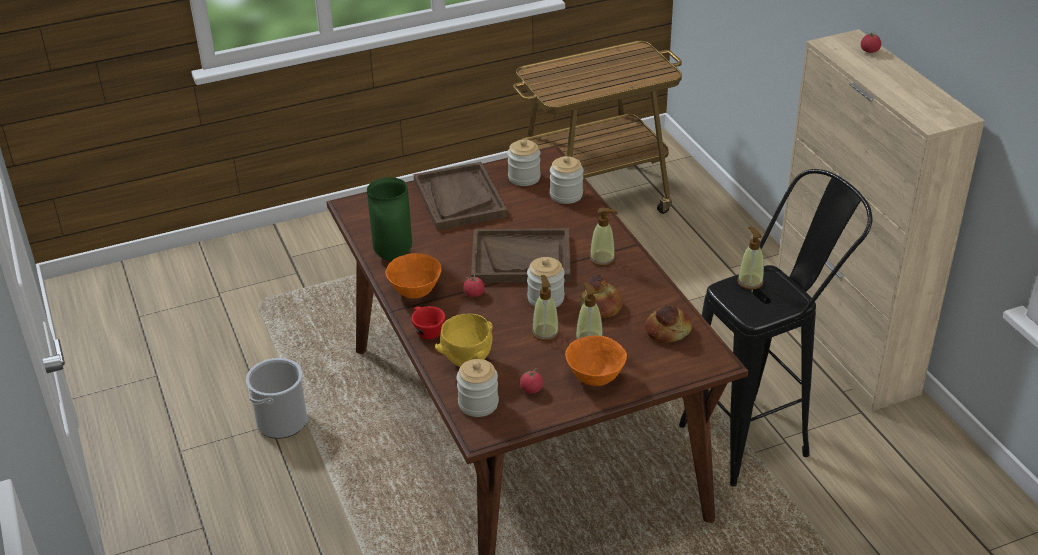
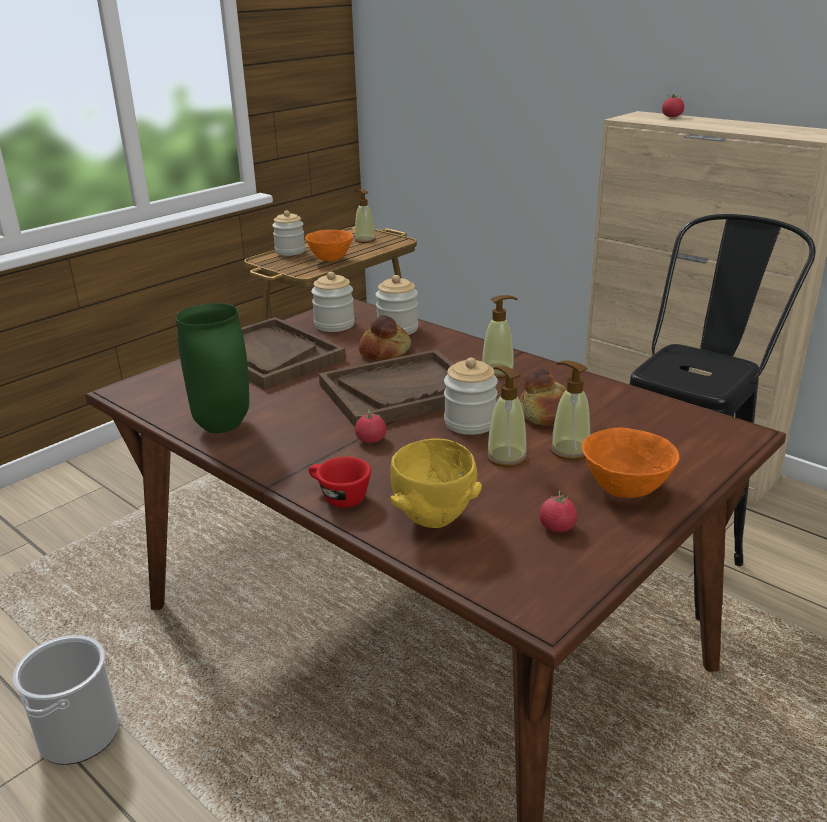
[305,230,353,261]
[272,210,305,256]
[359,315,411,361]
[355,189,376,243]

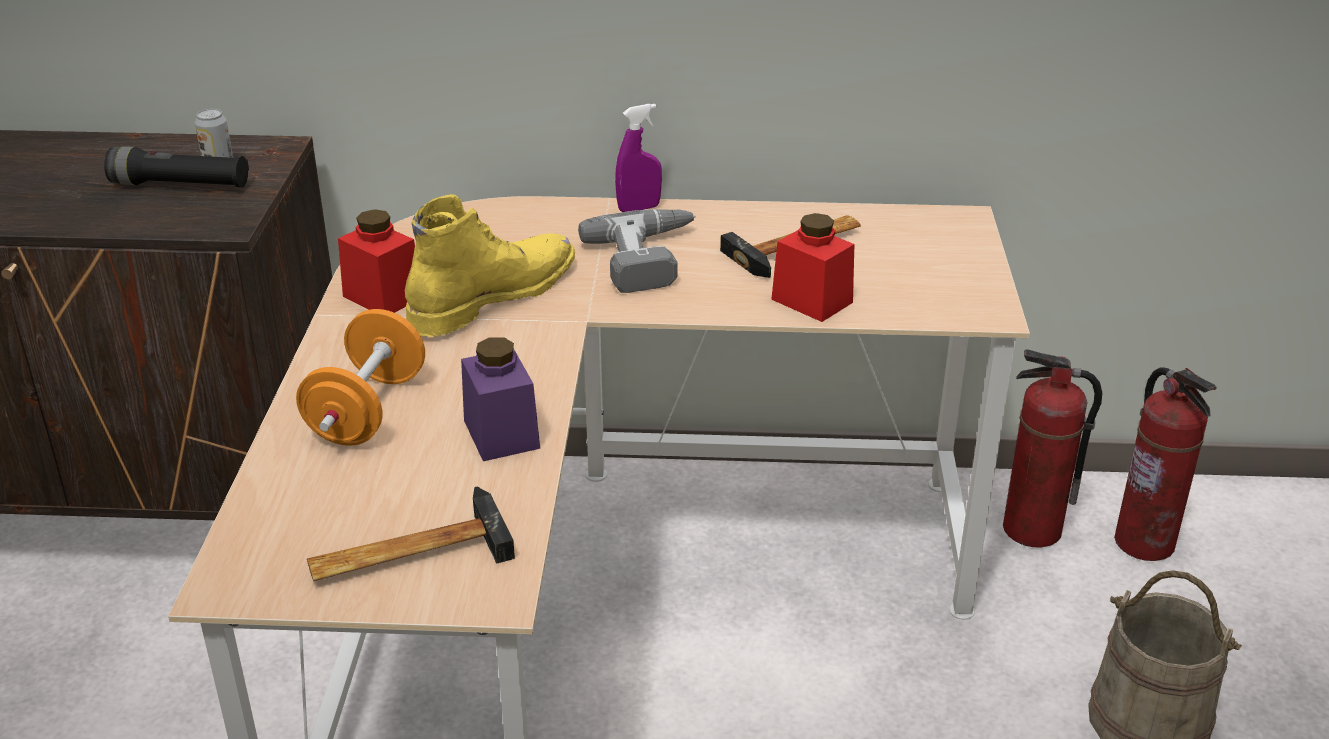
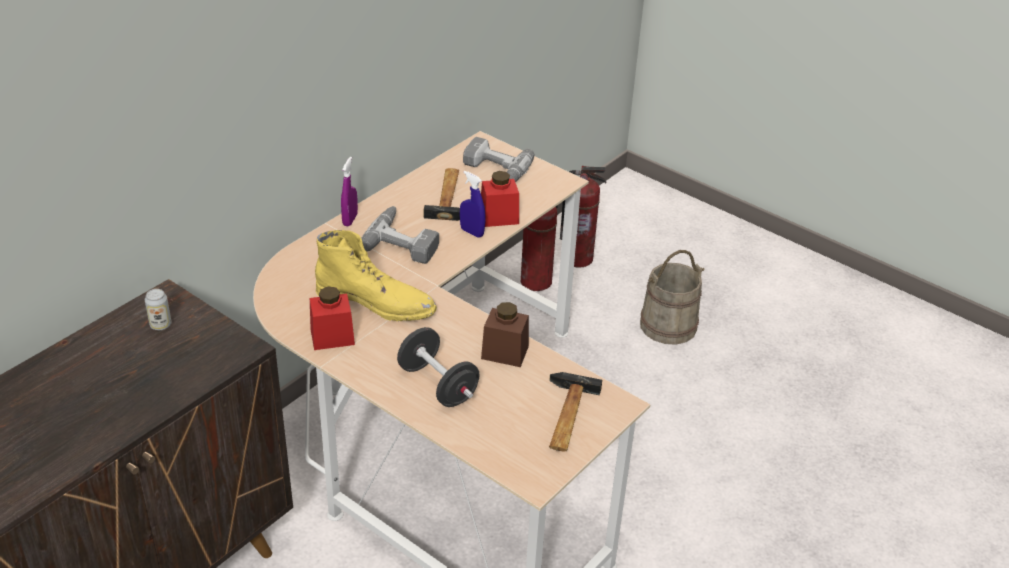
[104,146,249,188] (first image)
[460,171,486,238]
[463,137,534,182]
[397,327,480,407]
[481,302,529,367]
[315,230,437,322]

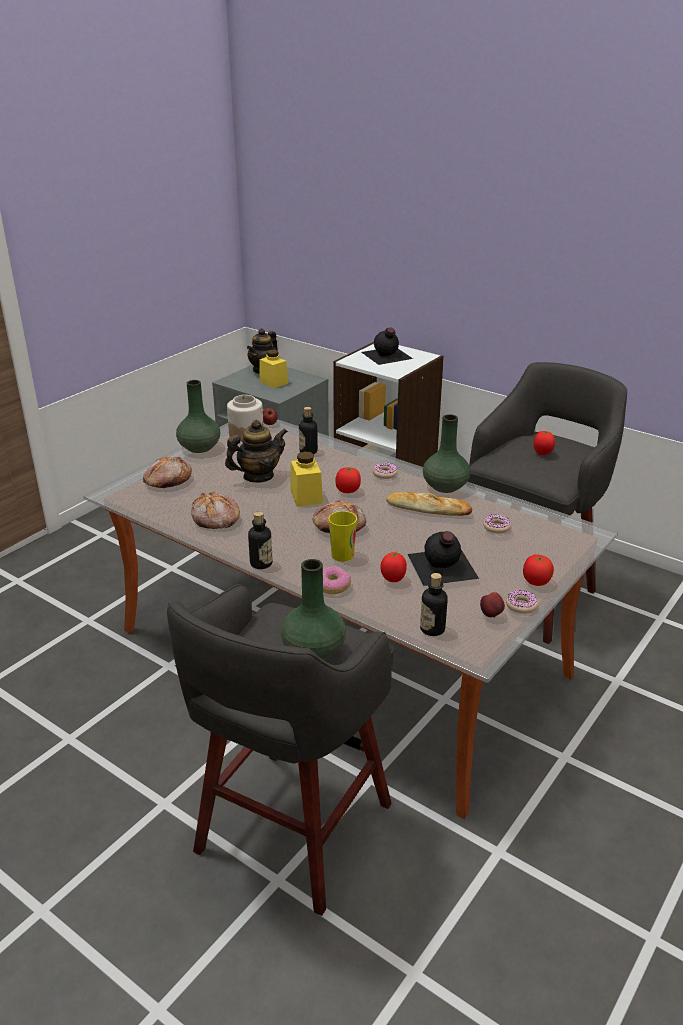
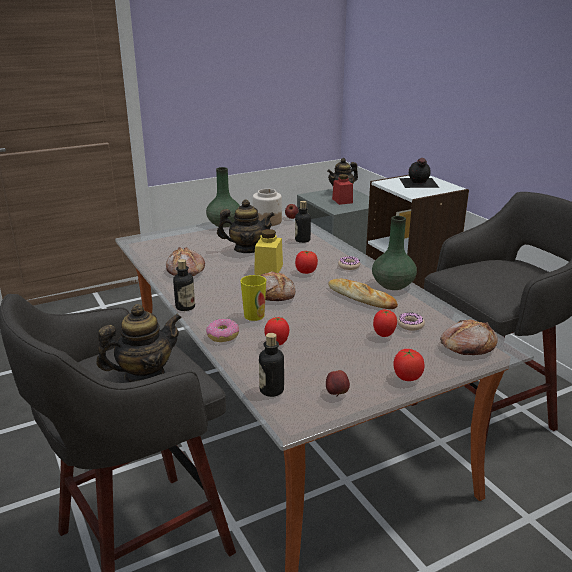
[407,531,479,586] (first image)
[506,590,538,614] (first image)
[440,319,498,355]
[373,310,397,337]
[96,304,182,382]
[332,174,353,205]

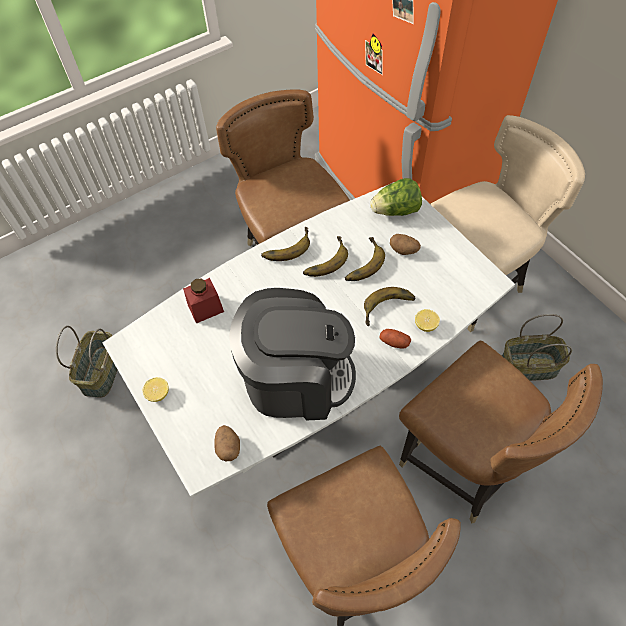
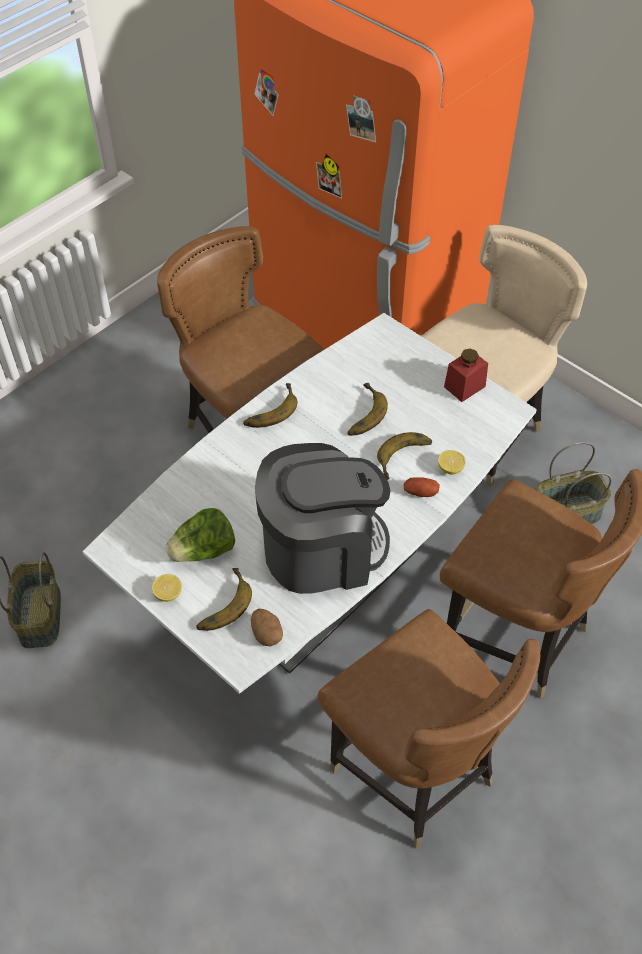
[390,234,421,255] (first image)
[444,349,488,402]
[196,568,252,631]
[166,508,235,562]

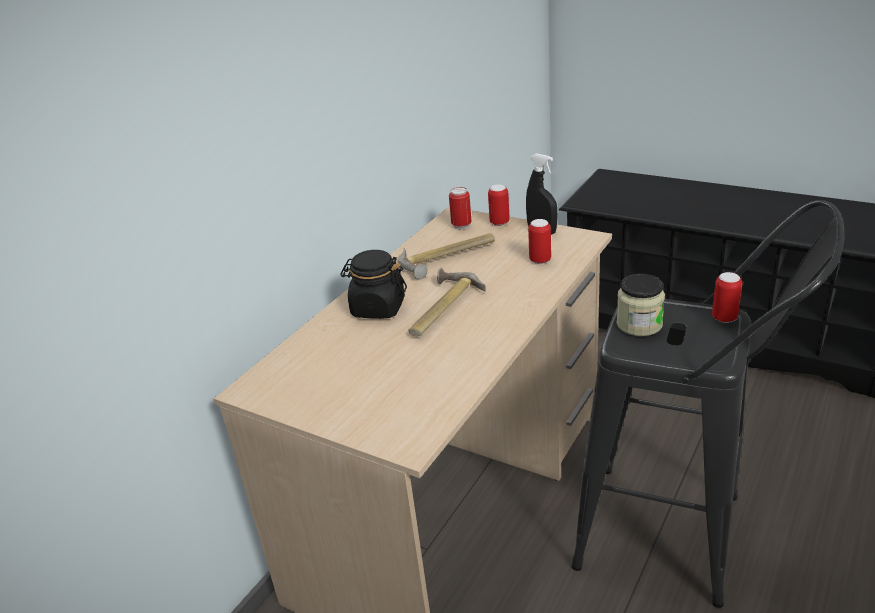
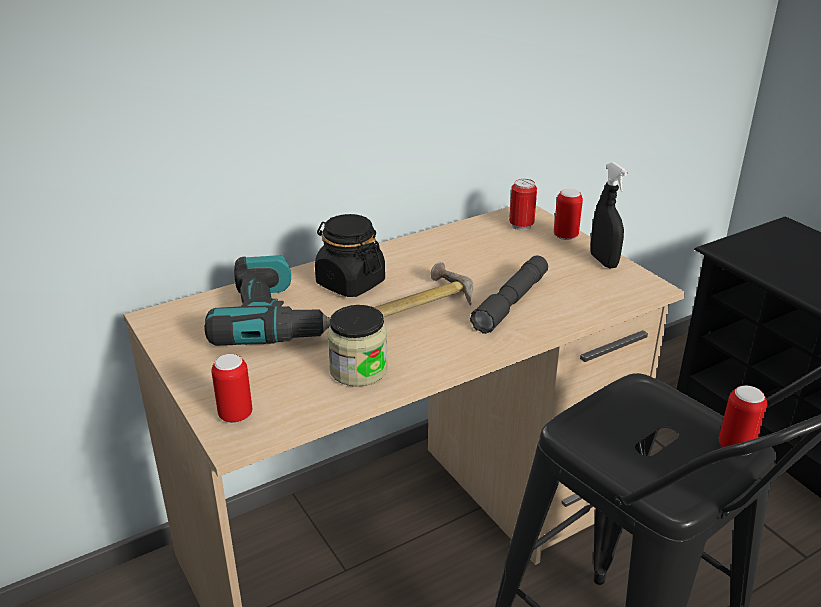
[398,233,495,280] (first image)
[204,255,330,346]
[470,256,548,334]
[211,354,252,423]
[327,305,388,387]

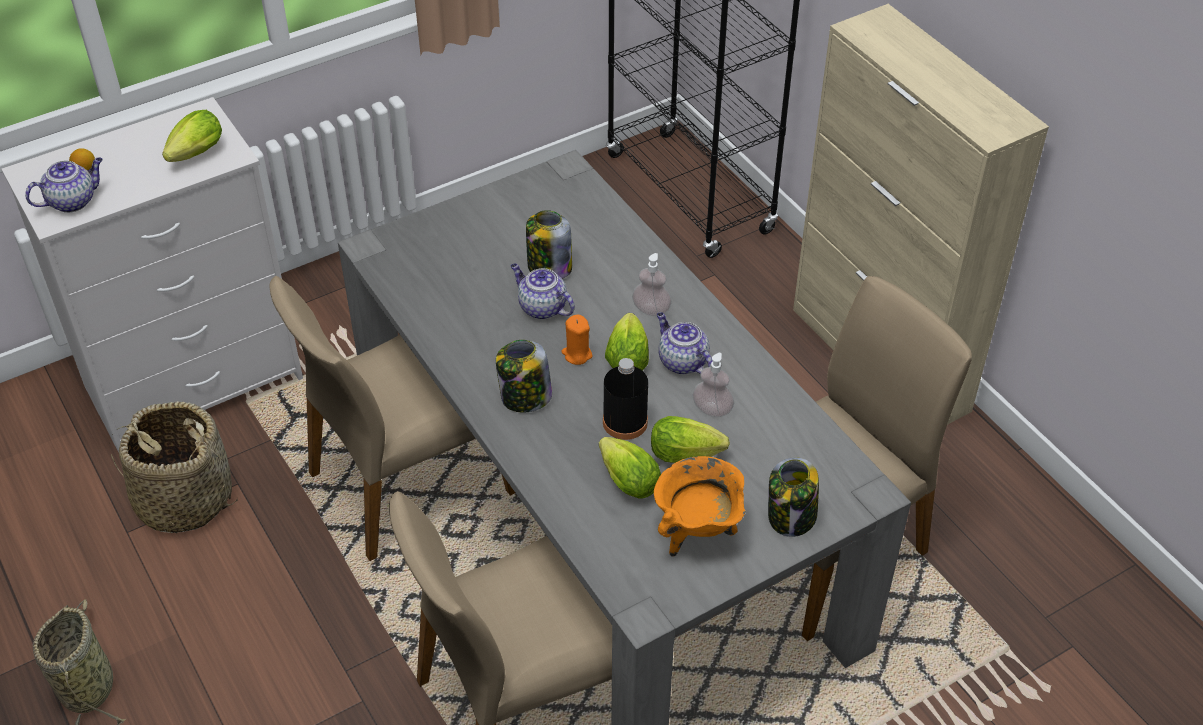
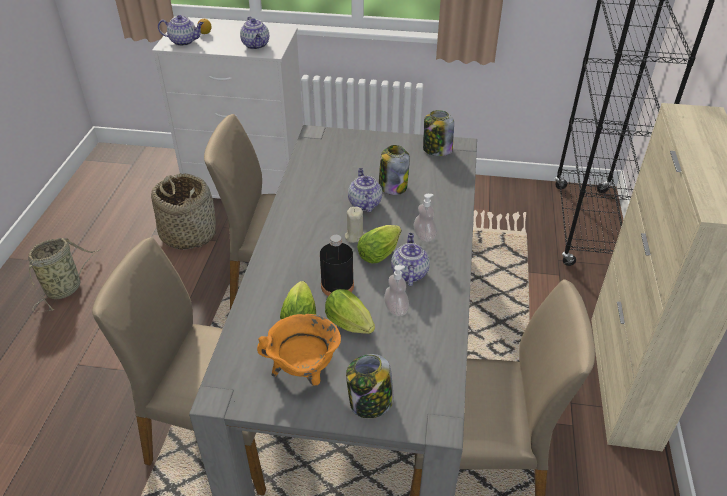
[423,110,454,156]
[240,16,269,50]
[345,207,365,243]

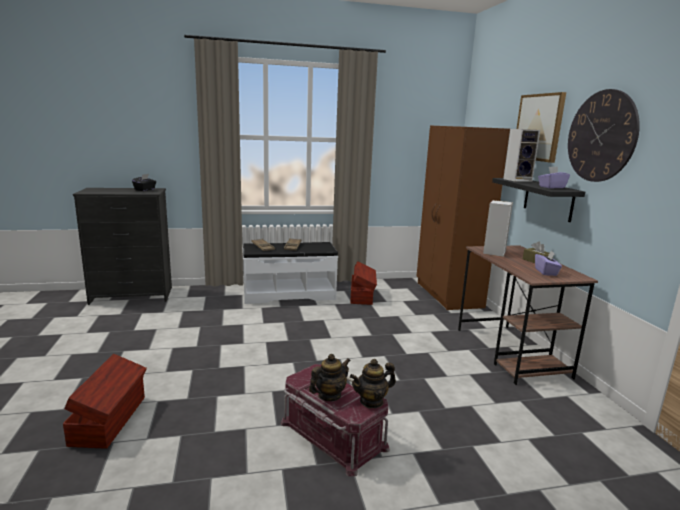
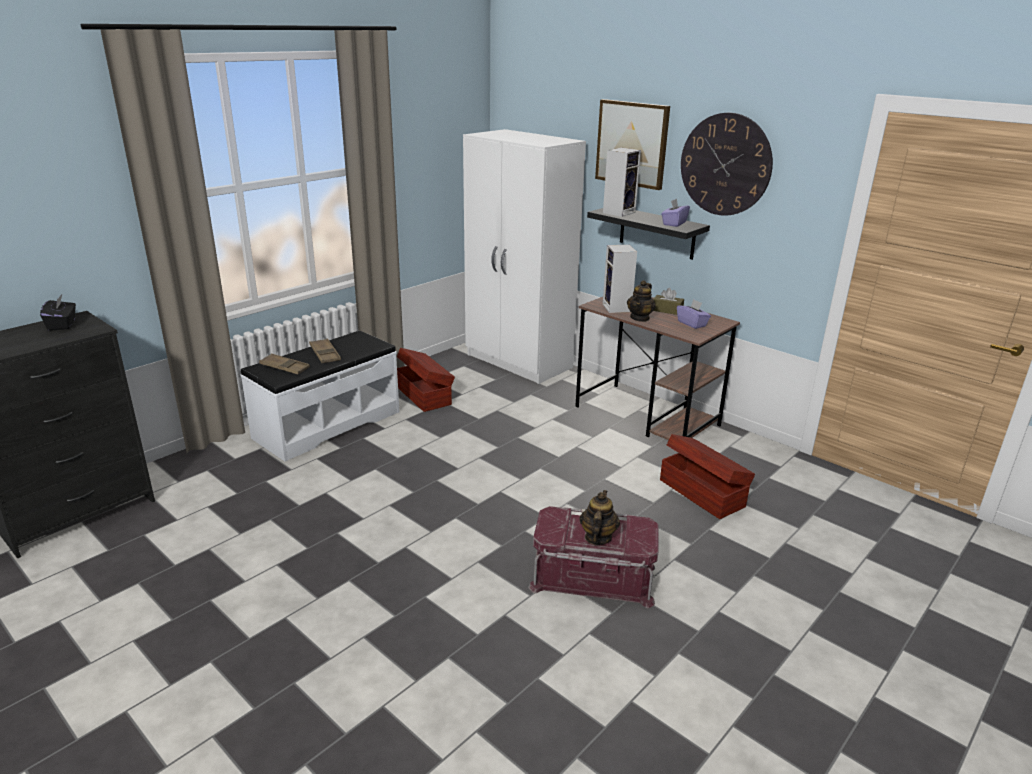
[660,434,755,519]
[627,280,656,322]
[463,129,586,384]

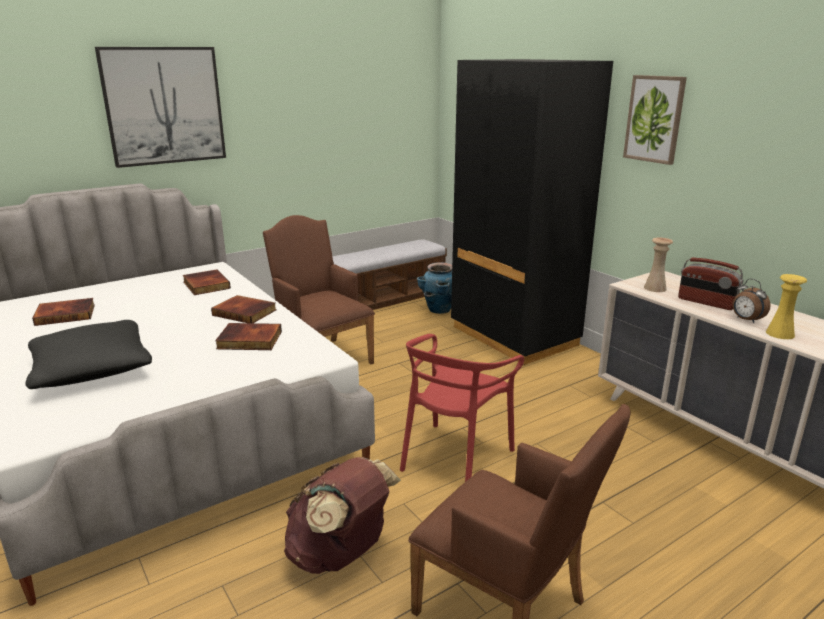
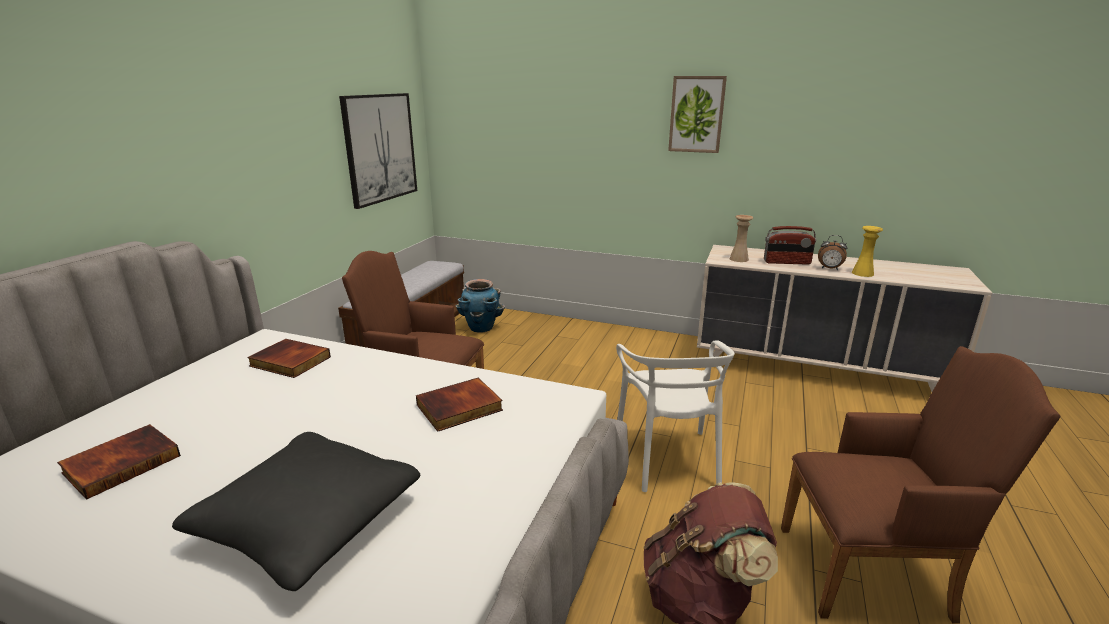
[211,295,277,323] (first image)
[451,59,613,365] (first image)
[339,93,417,209]
[616,340,735,492]

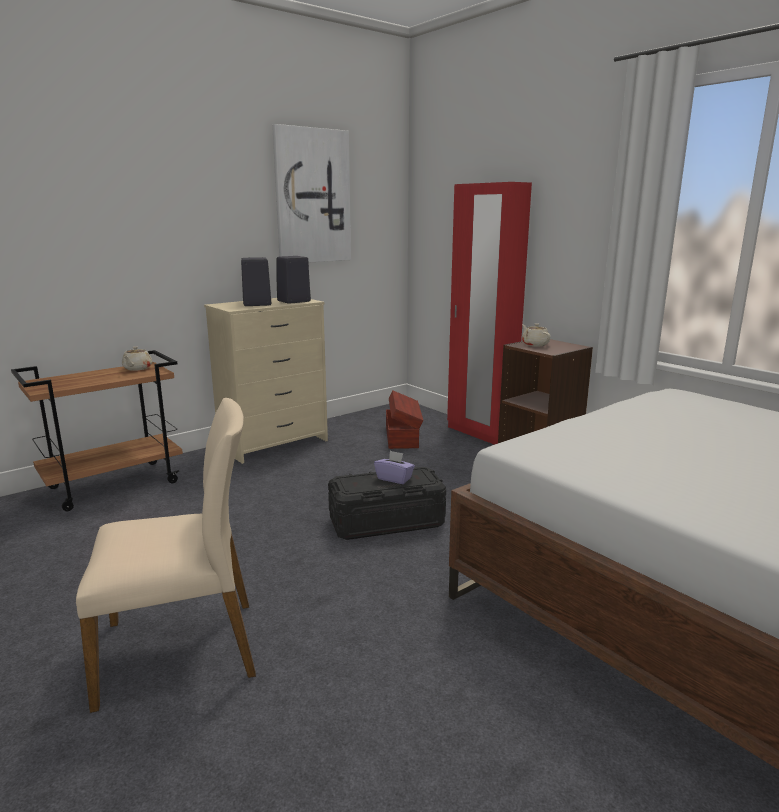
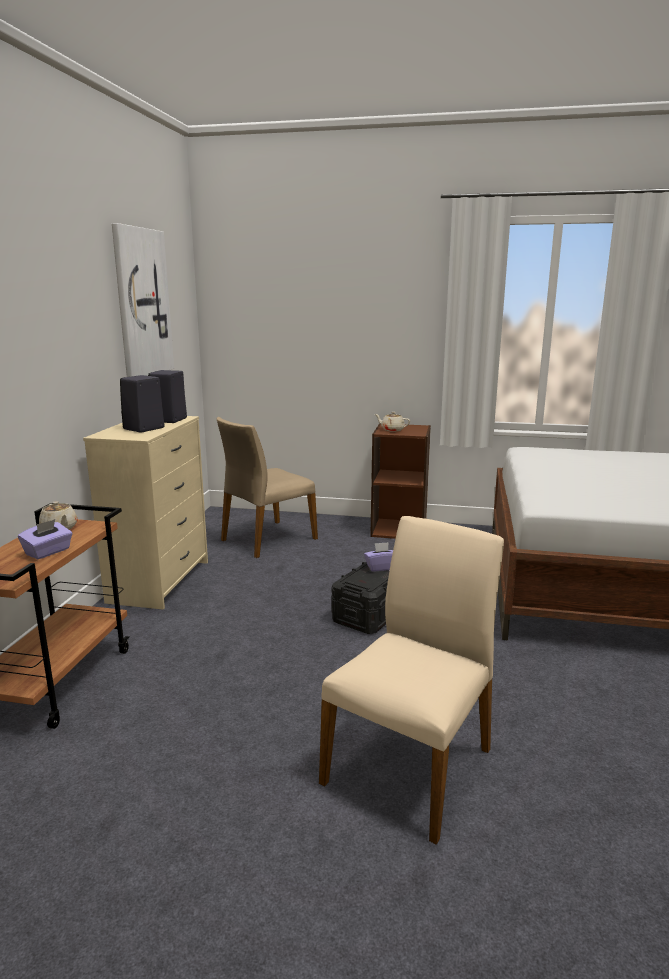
[447,182,532,445] (first image)
[18,519,72,559]
[217,417,318,558]

